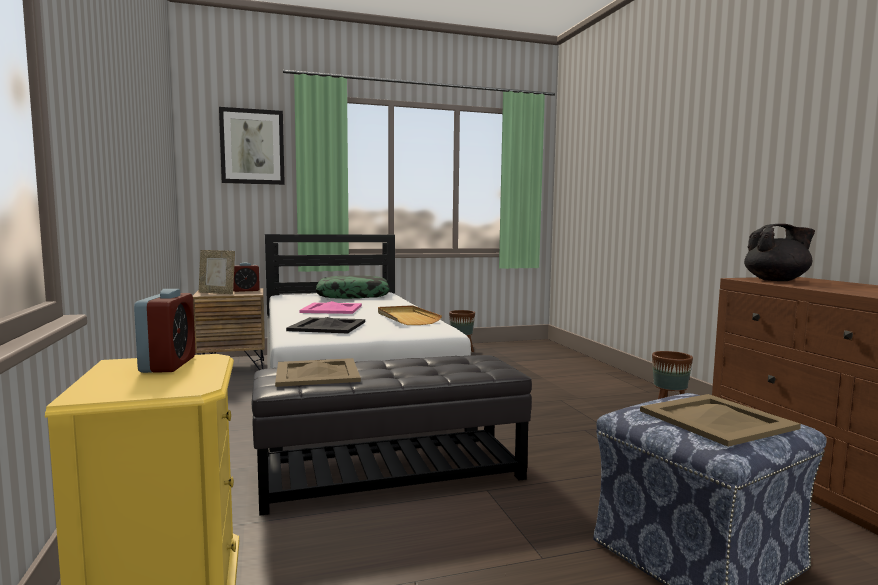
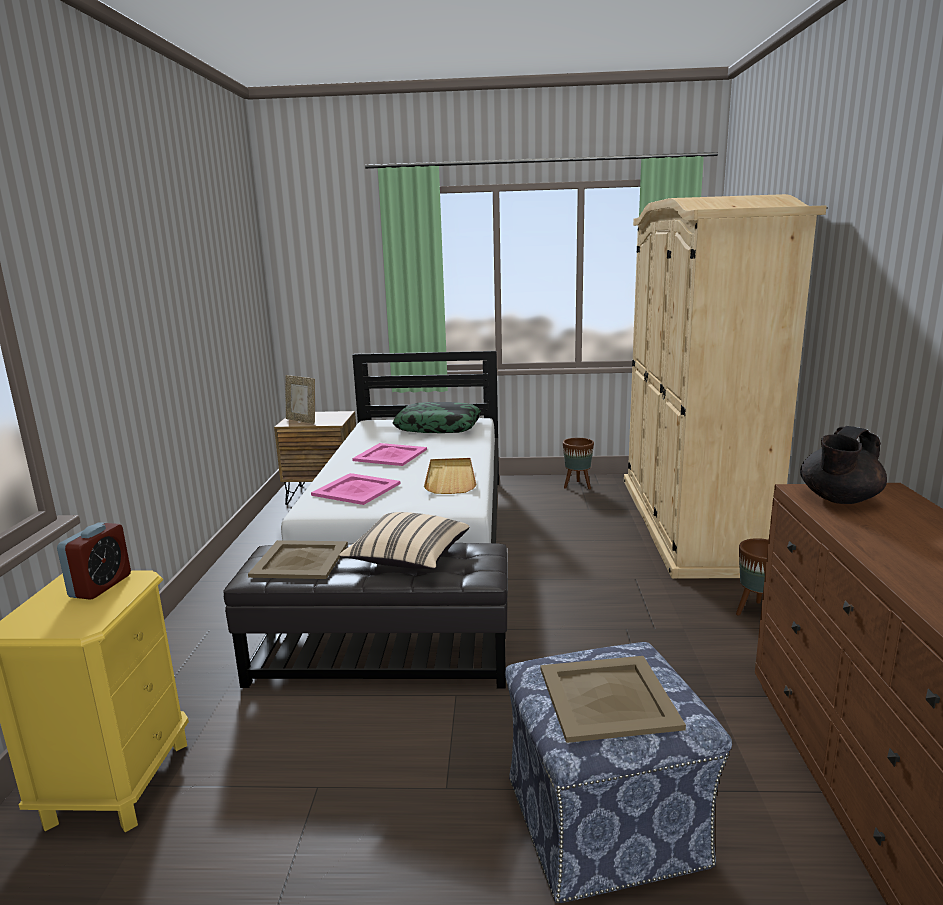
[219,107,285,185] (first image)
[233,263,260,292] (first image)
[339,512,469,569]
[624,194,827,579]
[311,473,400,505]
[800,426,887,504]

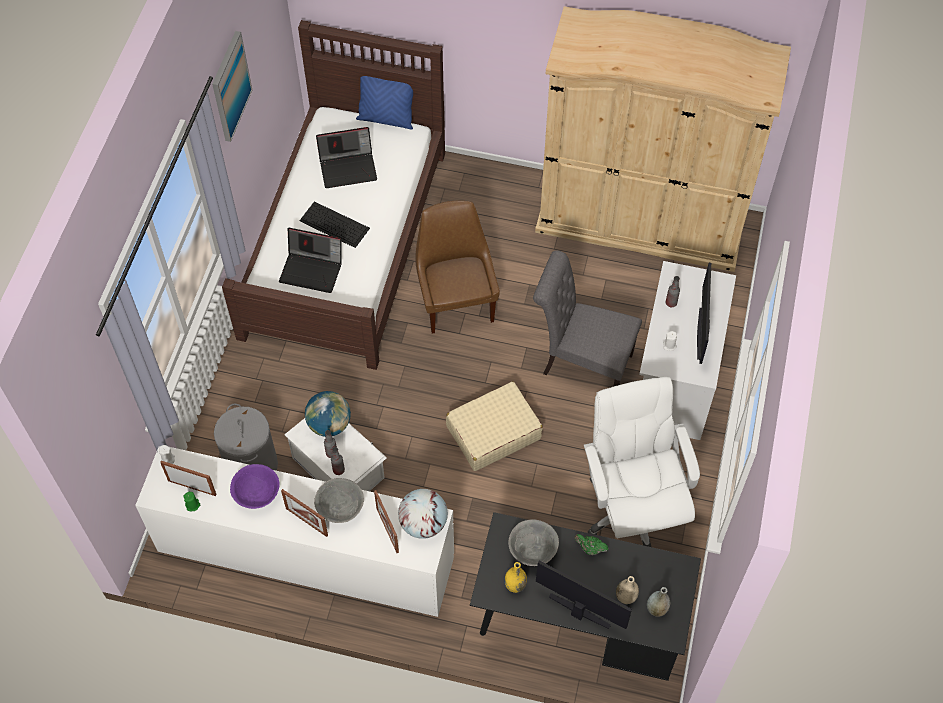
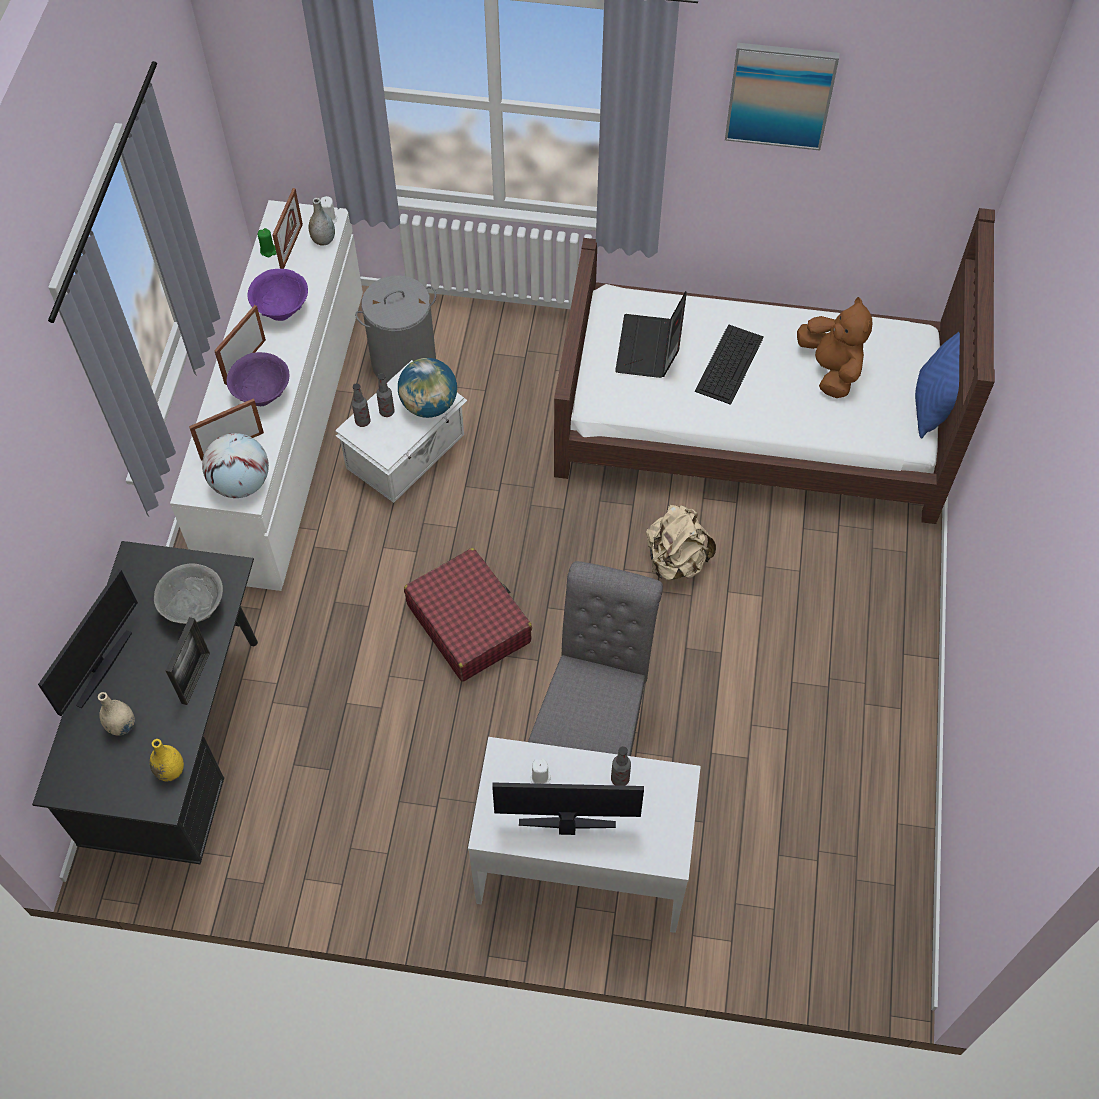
[535,6,791,272] (first image)
[584,377,700,547] (first image)
[150,739,184,782]
[309,198,335,246]
[797,297,873,398]
[646,505,716,580]
[165,617,210,705]
[227,352,289,406]
[404,548,532,682]

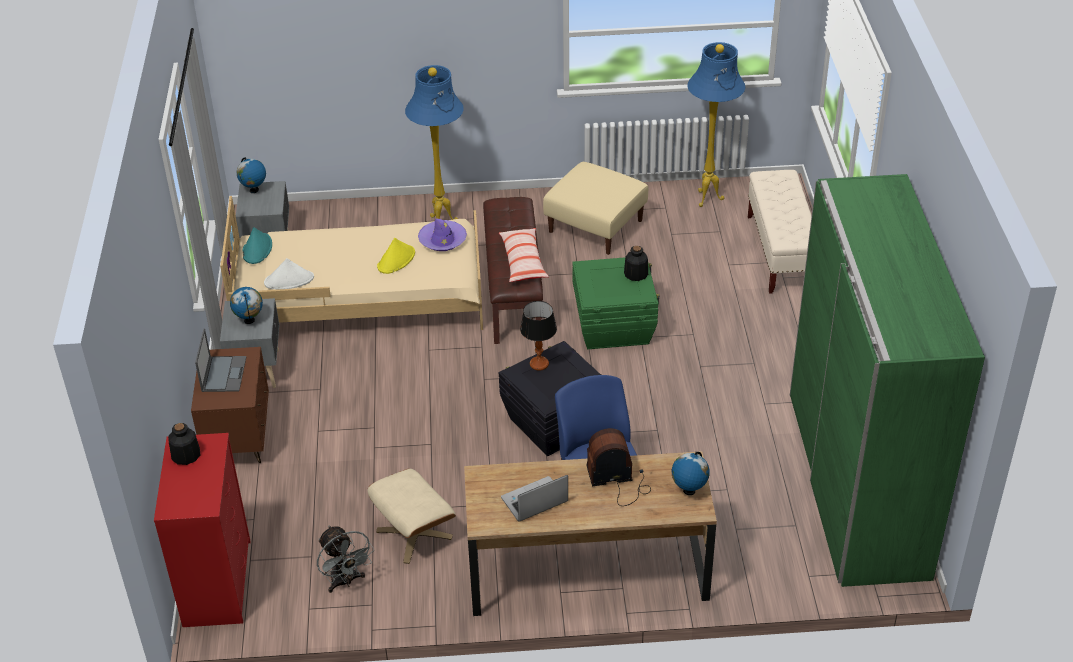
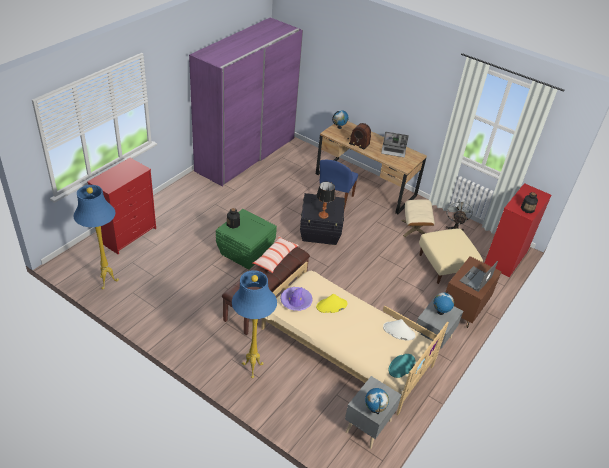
[419,228,483,284]
[87,158,156,255]
[189,17,303,187]

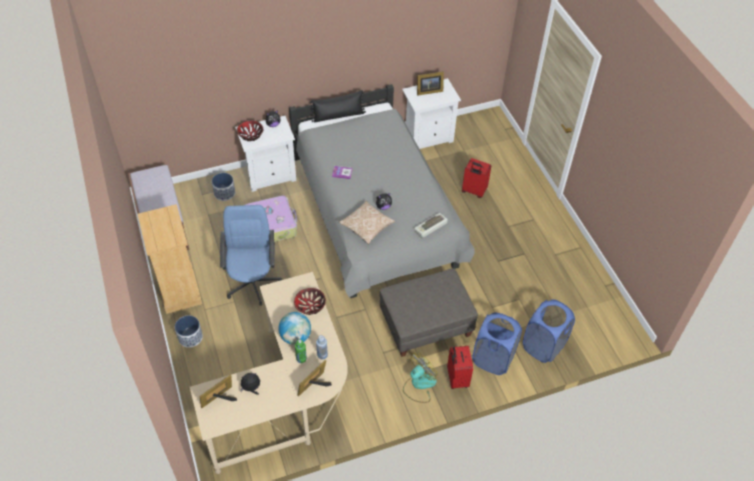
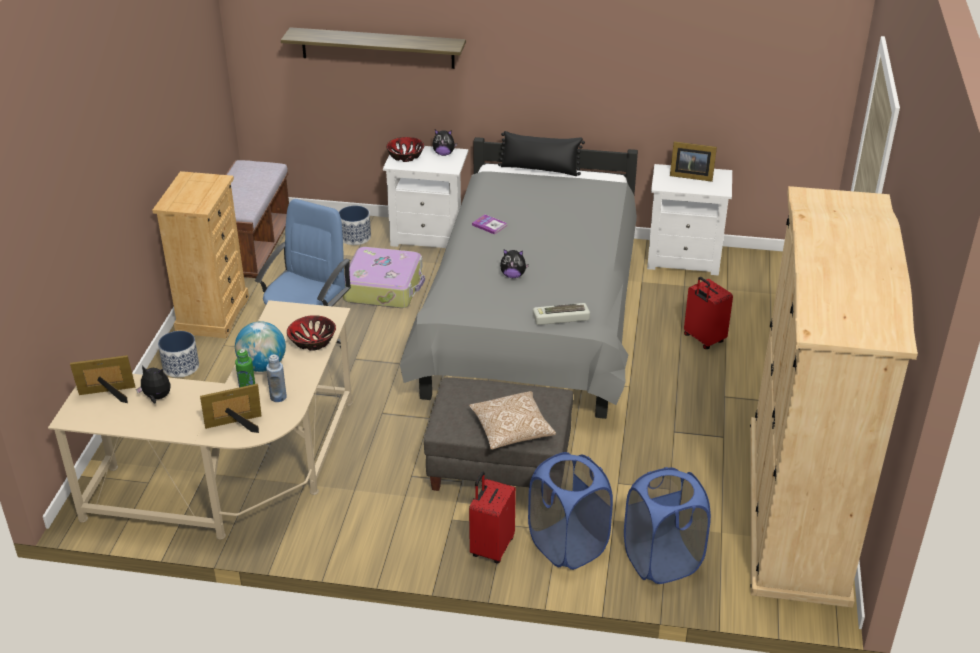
[403,352,437,403] (first image)
[281,27,466,69]
[750,186,918,608]
[469,391,556,450]

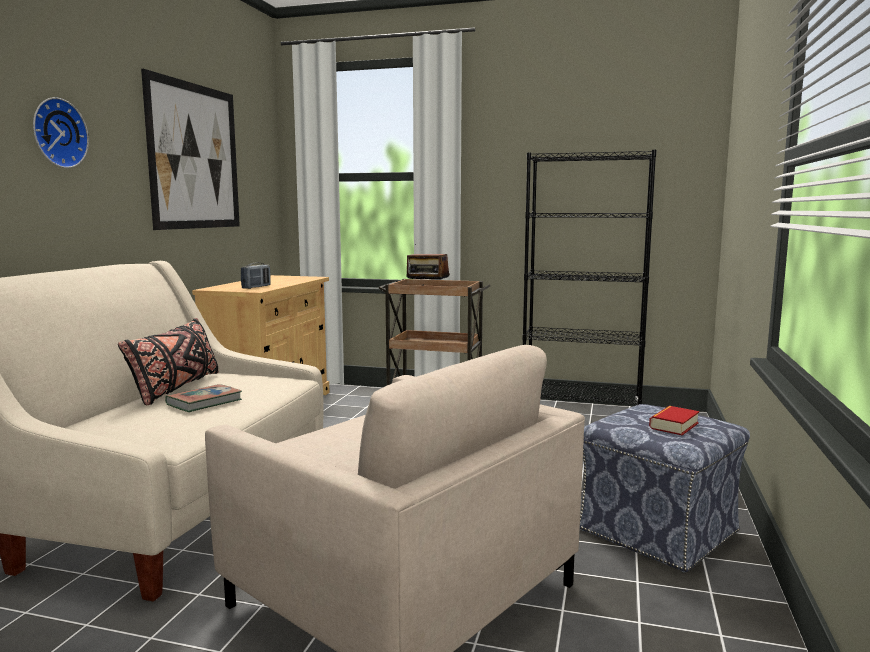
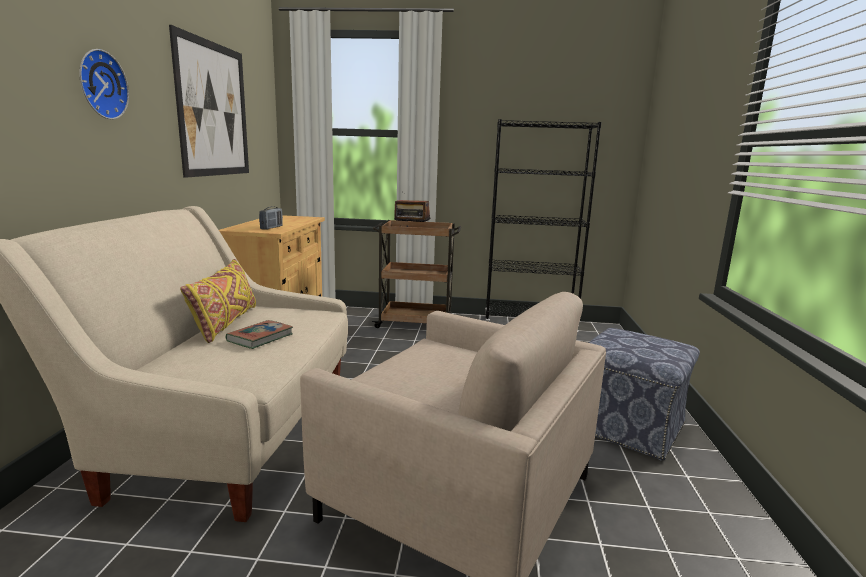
[649,406,699,435] (first image)
[180,259,256,343]

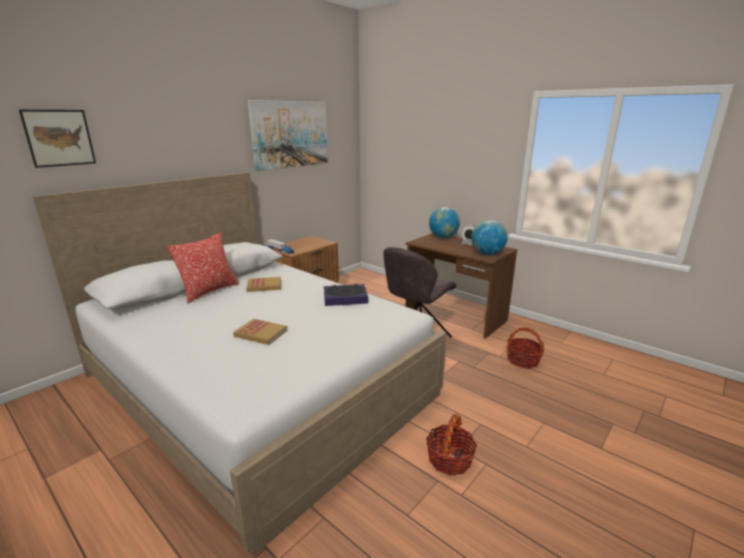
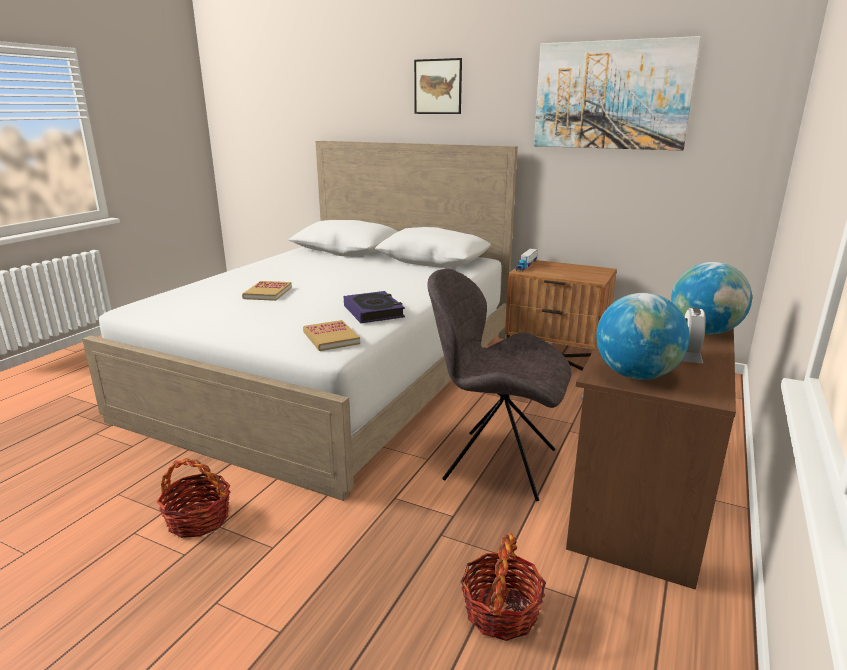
[168,233,239,303] (first image)
[414,58,462,114]
[303,320,360,351]

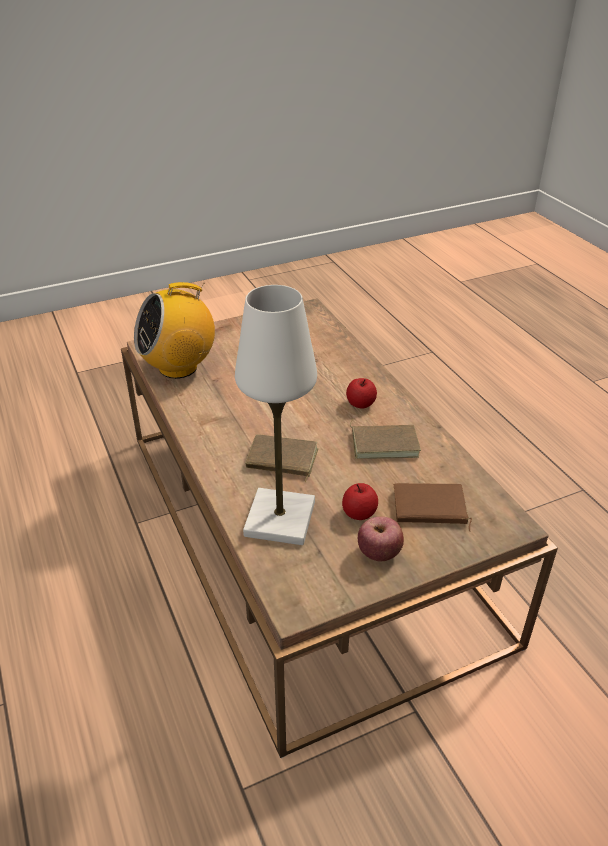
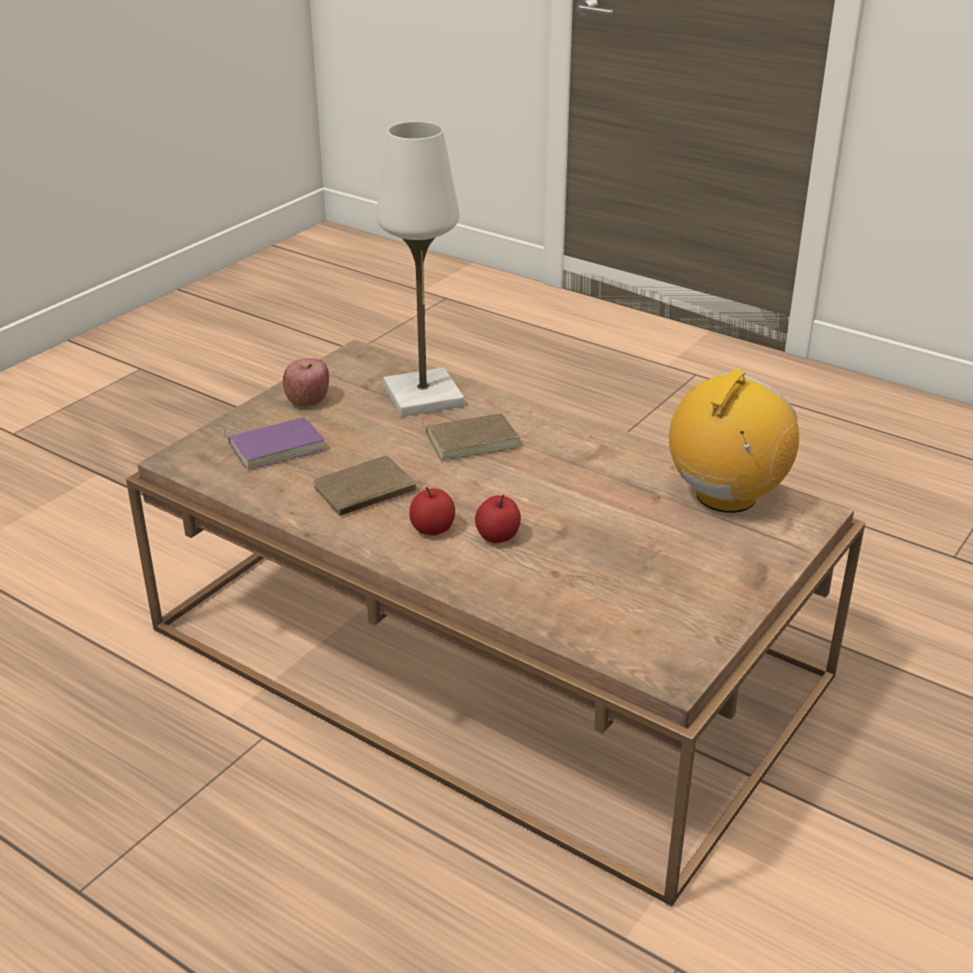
[475,495,521,543]
[224,417,325,470]

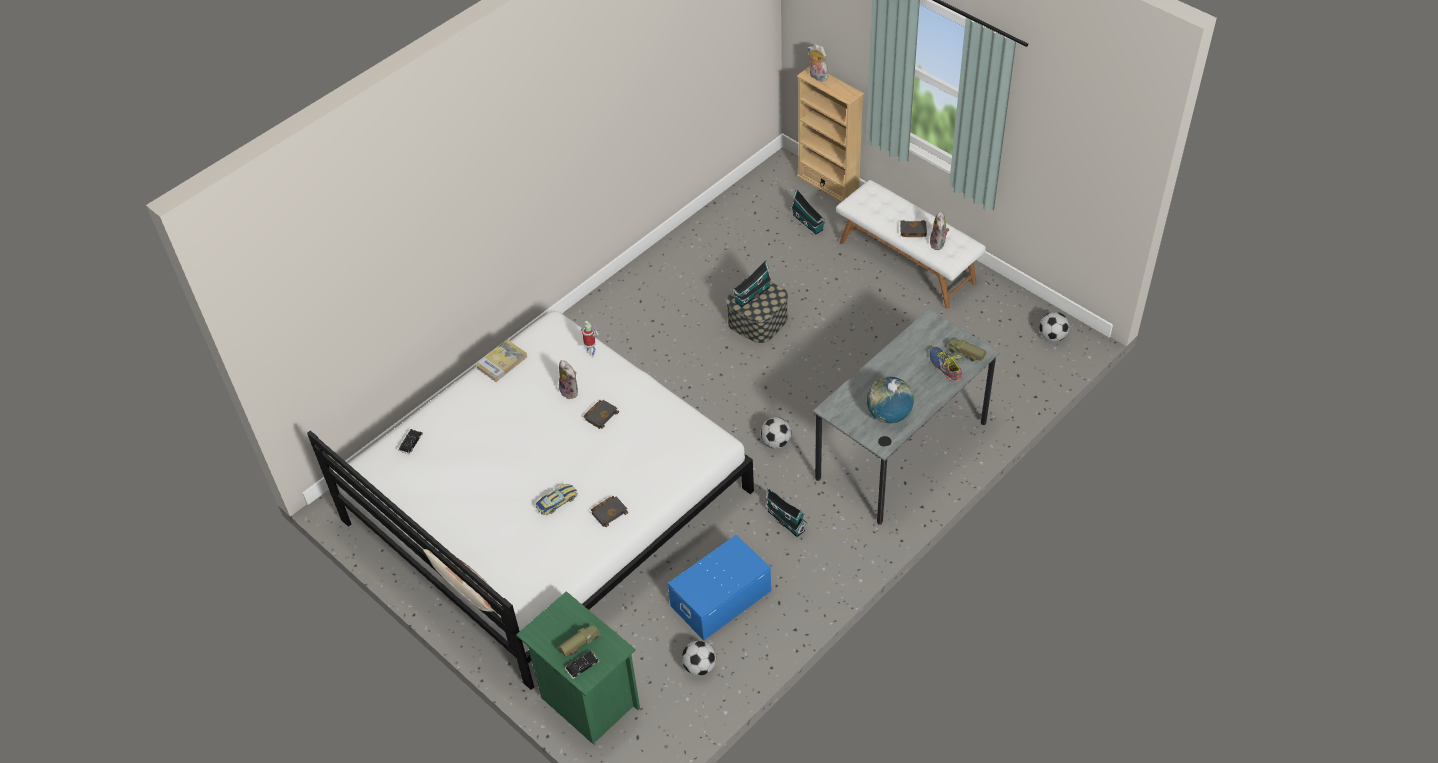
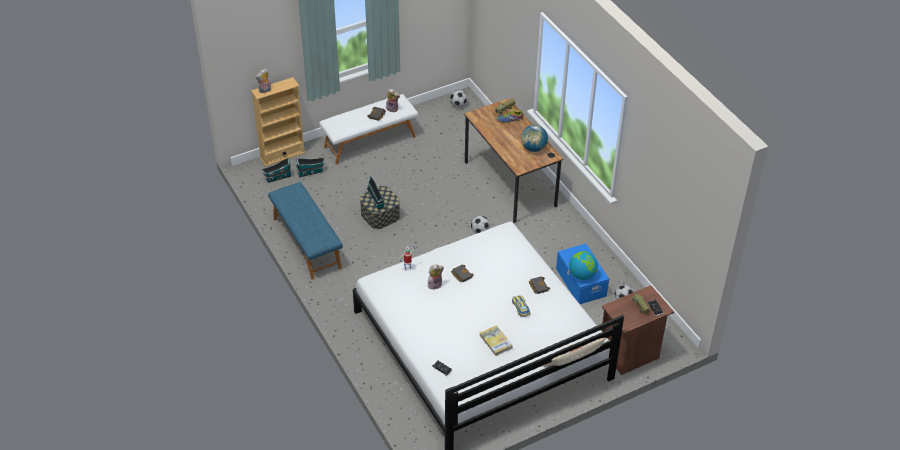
[268,182,343,280]
[569,251,598,280]
[479,325,513,356]
[262,158,292,183]
[601,285,674,375]
[464,98,564,223]

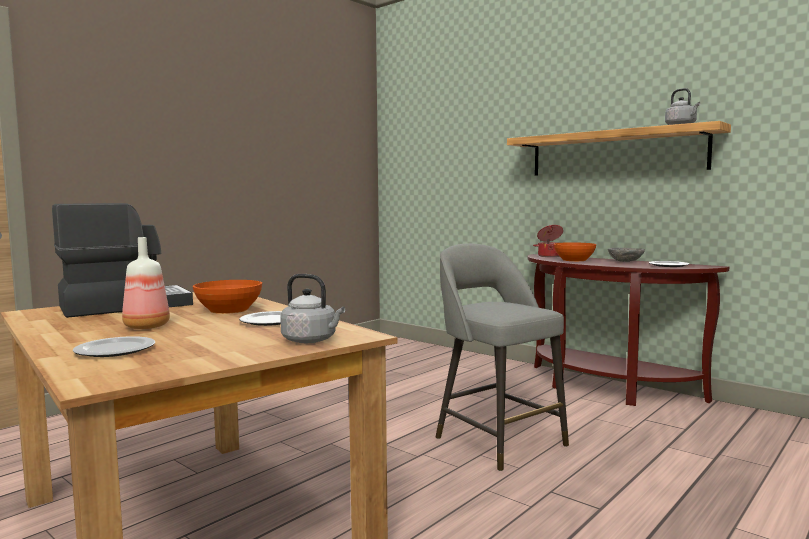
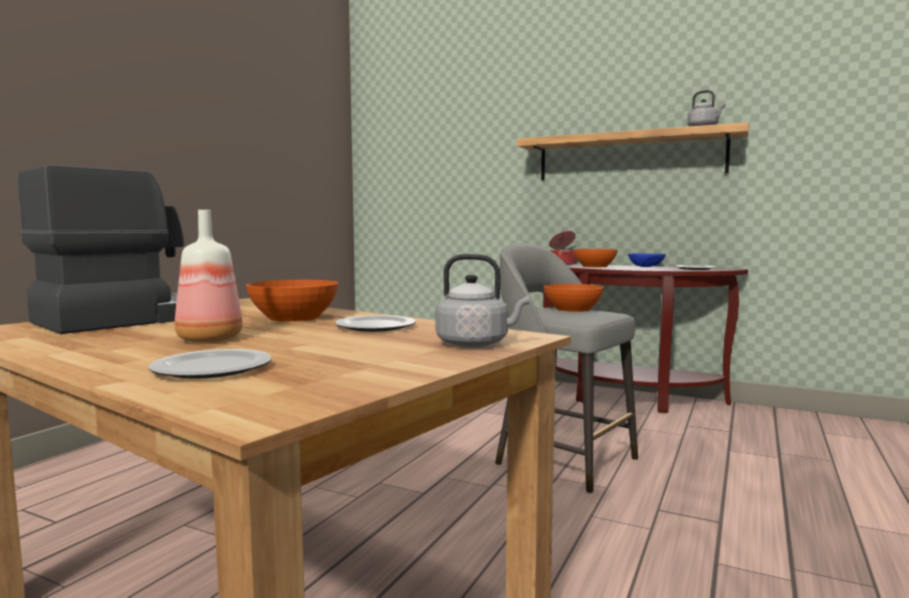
[544,284,604,312]
[628,253,666,267]

